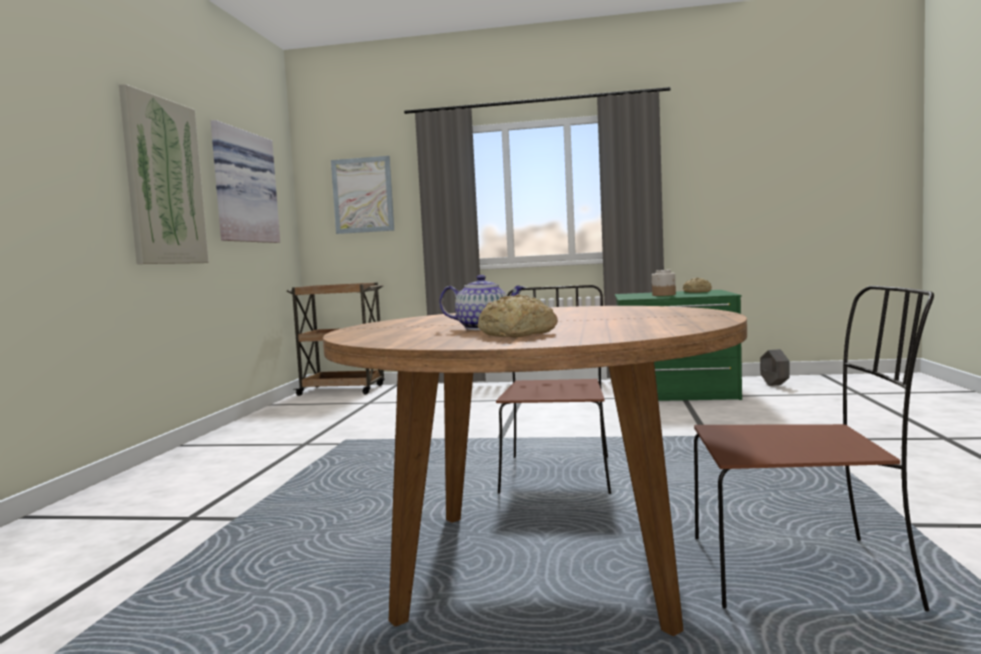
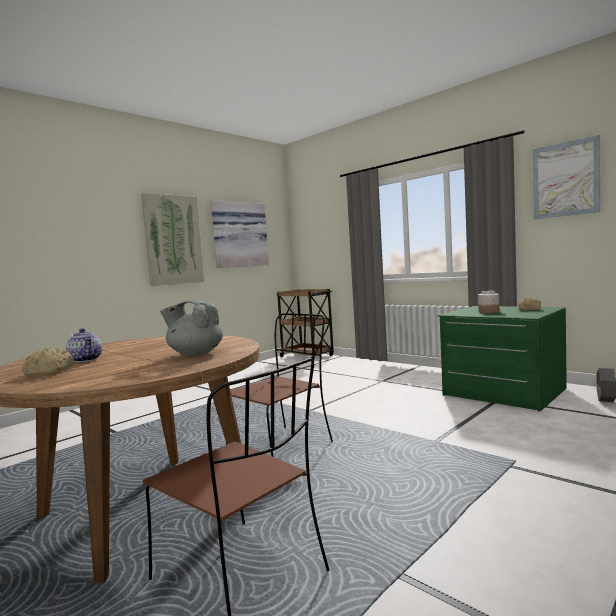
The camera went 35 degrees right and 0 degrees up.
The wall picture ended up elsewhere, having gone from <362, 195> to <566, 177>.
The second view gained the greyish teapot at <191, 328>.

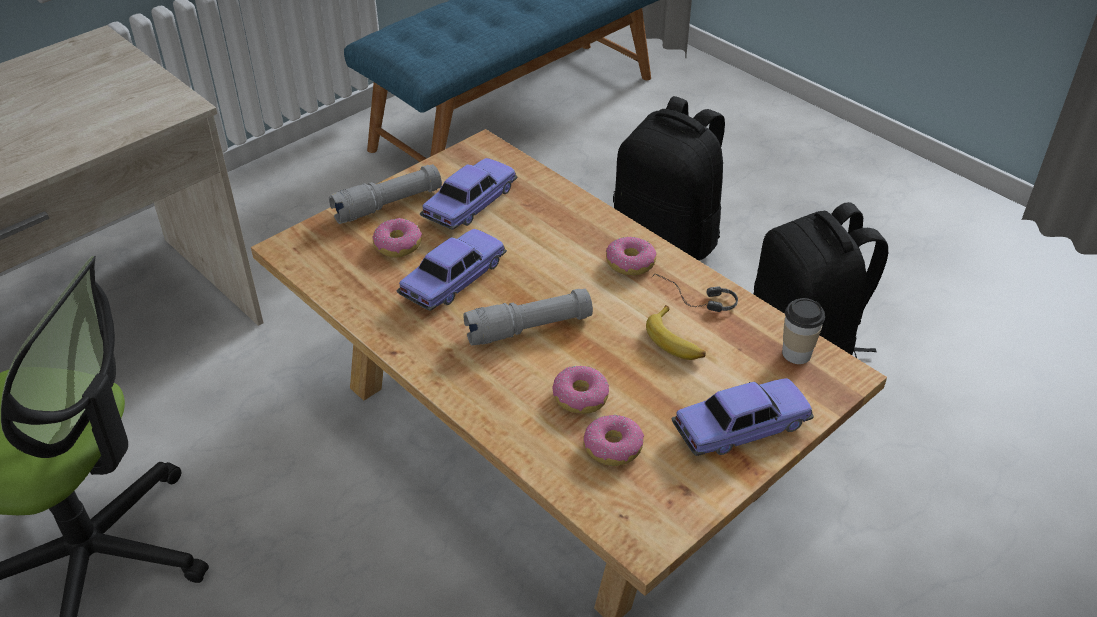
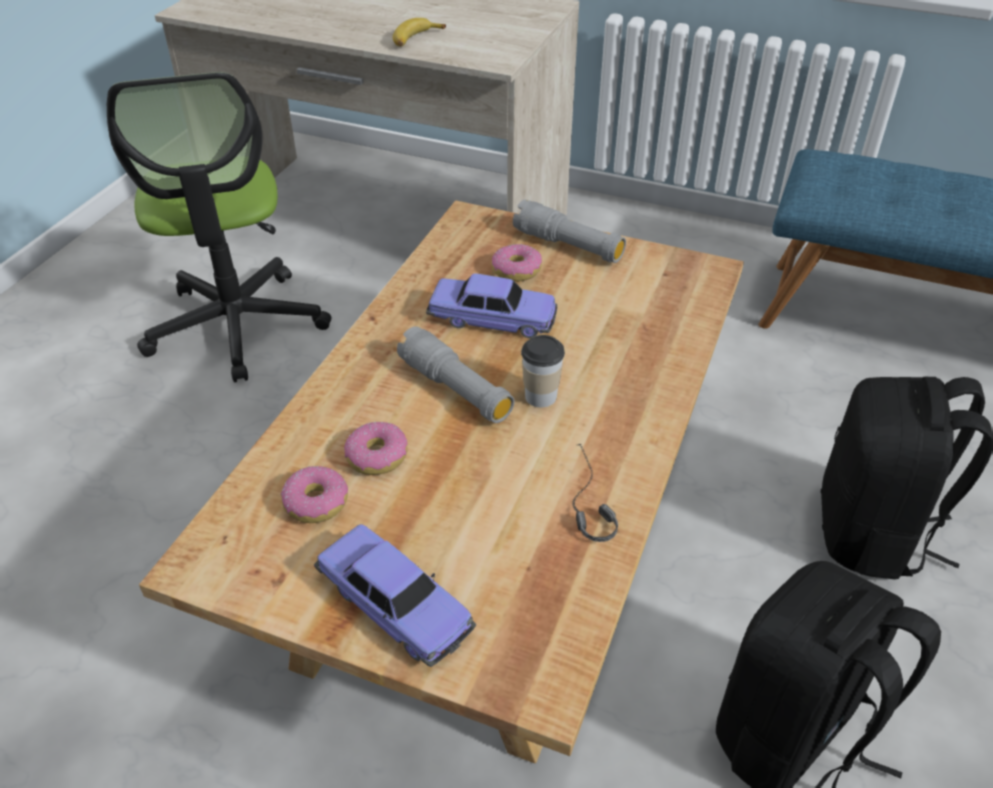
The camera went 65 degrees right and 0 degrees up.
The second view lost the miniature car at <469, 194>.
The second view lost the donut at <631, 256>.
The cup ended up elsewhere, having gone from <803, 331> to <543, 371>.
The banana ended up elsewhere, having gone from <676, 332> to <419, 32>.

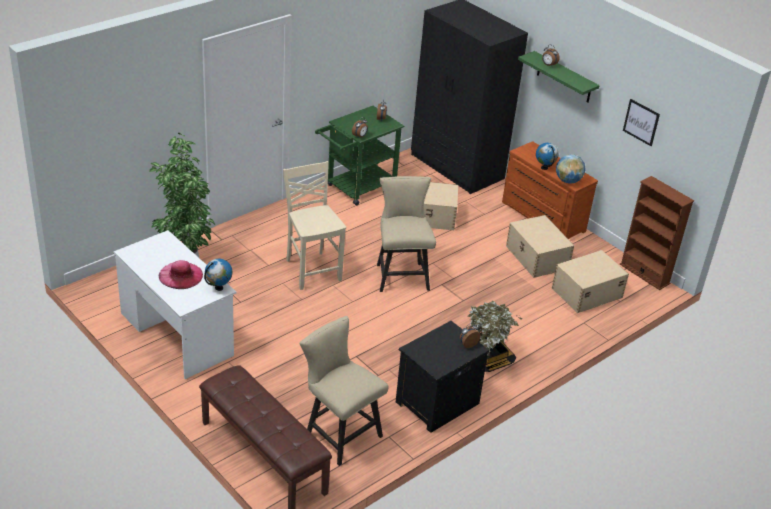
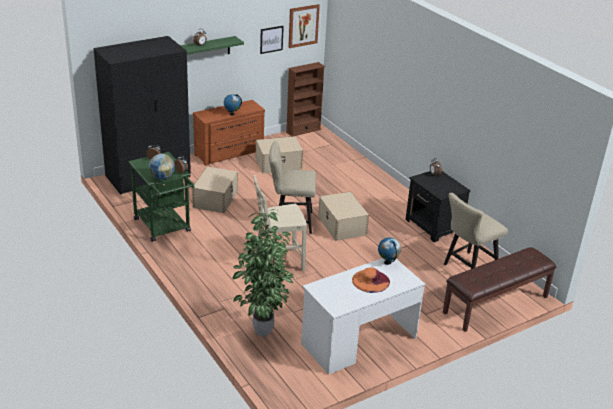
The camera went 80 degrees left and 5 degrees down.
The desk globe ended up elsewhere, having gone from <570, 169> to <162, 167>.
The beige storage box ended up elsewhere, having gone from <590, 281> to <343, 216>.
What was the pink clothing hat at <181, 274> turned into the orange-coloured clothing hat at <371, 280>.
The second view lost the plant in a pot at <494, 336>.
The second view gained the wall picture at <304, 26>.

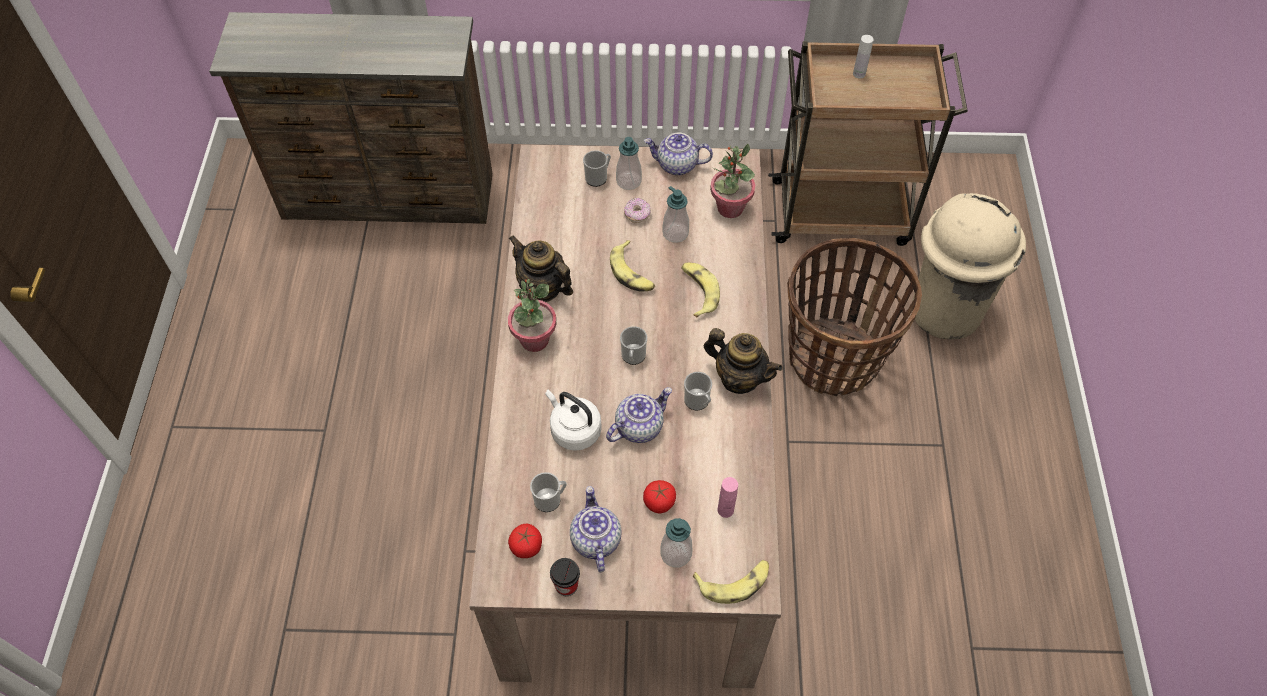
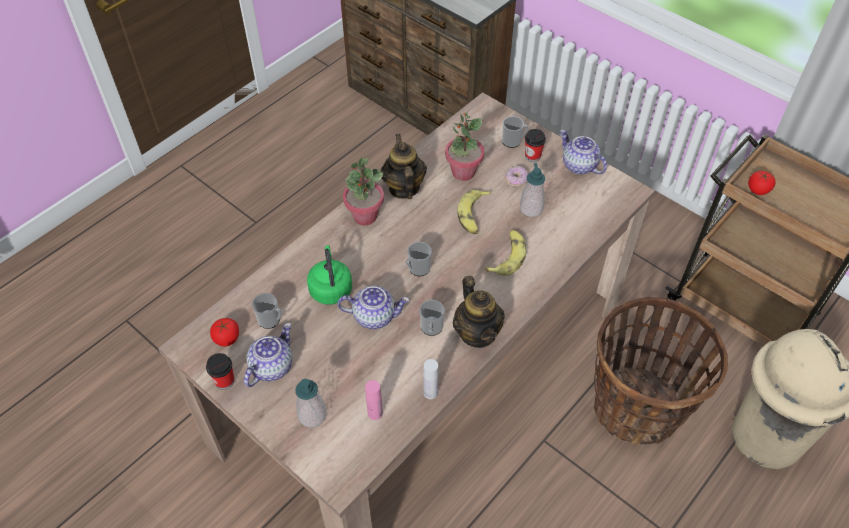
The camera went 40 degrees right and 5 degrees down.
The whitish beverage bottle ended up elsewhere, having gone from <863, 57> to <431, 379>.
Where the liquid soap bottle stood at <629, 163>, the cup came to stand at <535, 145>.
The plant in a pot ended up elsewhere, having gone from <732, 181> to <464, 146>.
What was the whitish kettle at <573, 420> turned into the greenish kettle at <329, 275>.
The fresh tomato ended up elsewhere, having gone from <659, 496> to <762, 183>.
The second view lost the banana at <731, 582>.

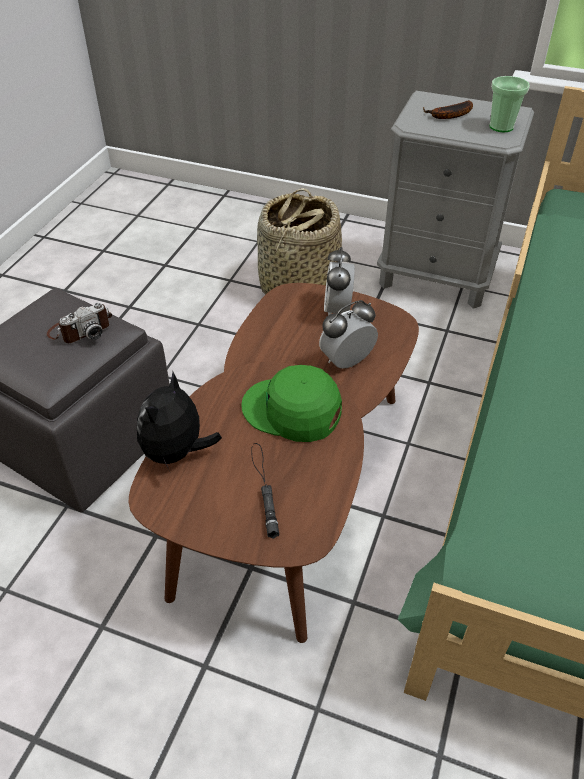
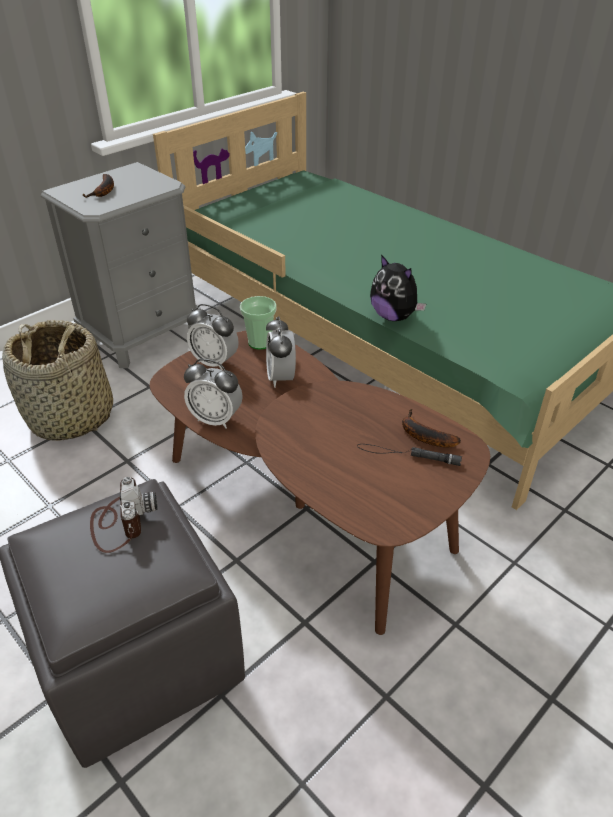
The camera went 65 degrees left and 5 degrees down.
The cup ended up elsewhere, having gone from <509, 104> to <258, 323>.
The second view lost the greenish cap at <291, 403>.
The plush toy ended up elsewhere, having gone from <179, 421> to <398, 288>.
The second view gained the table clock at <213, 393>.
The second view gained the banana at <431, 428>.

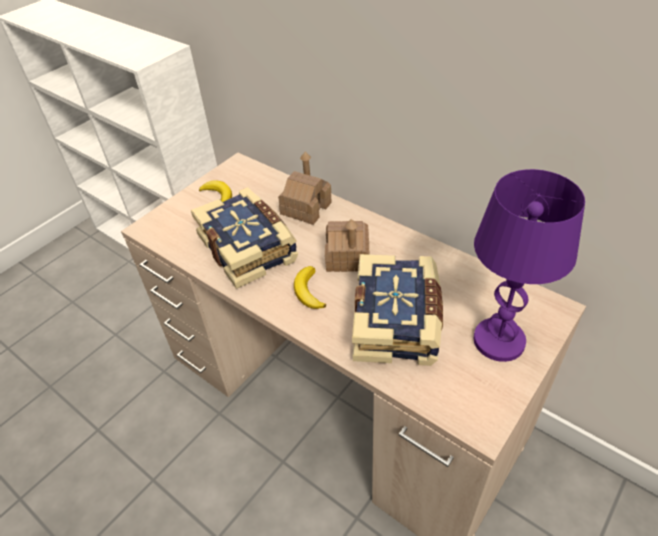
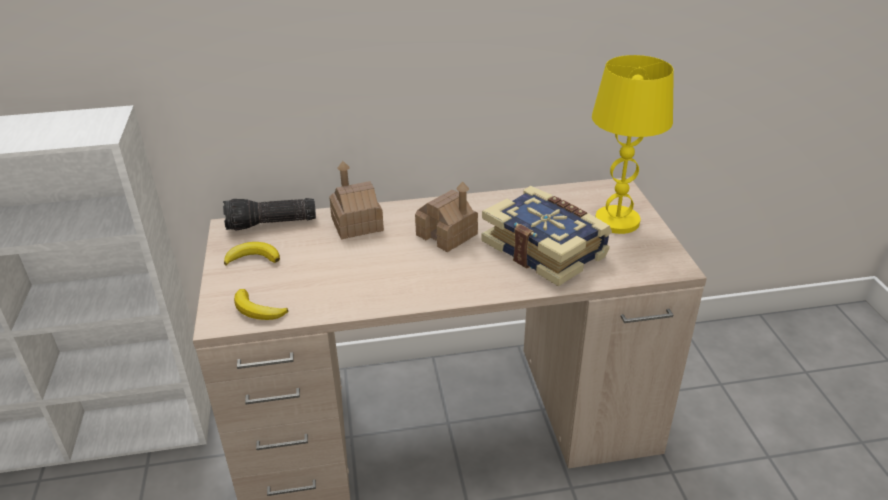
The camera went 50 degrees left and 10 degrees down.
What was the purple tabletop lamp at <529, 265> turned into the yellowish tabletop lamp at <633, 144>.
The second view lost the bound book at <244, 238>.
The banana ended up elsewhere, having gone from <310, 287> to <261, 304>.
The second view gained the flashlight at <269, 214>.

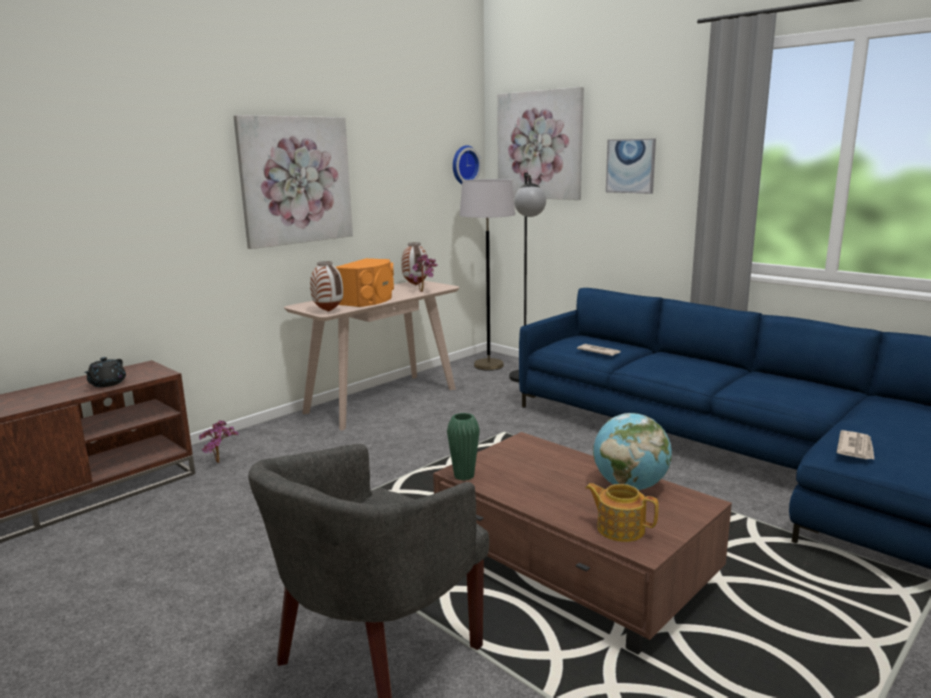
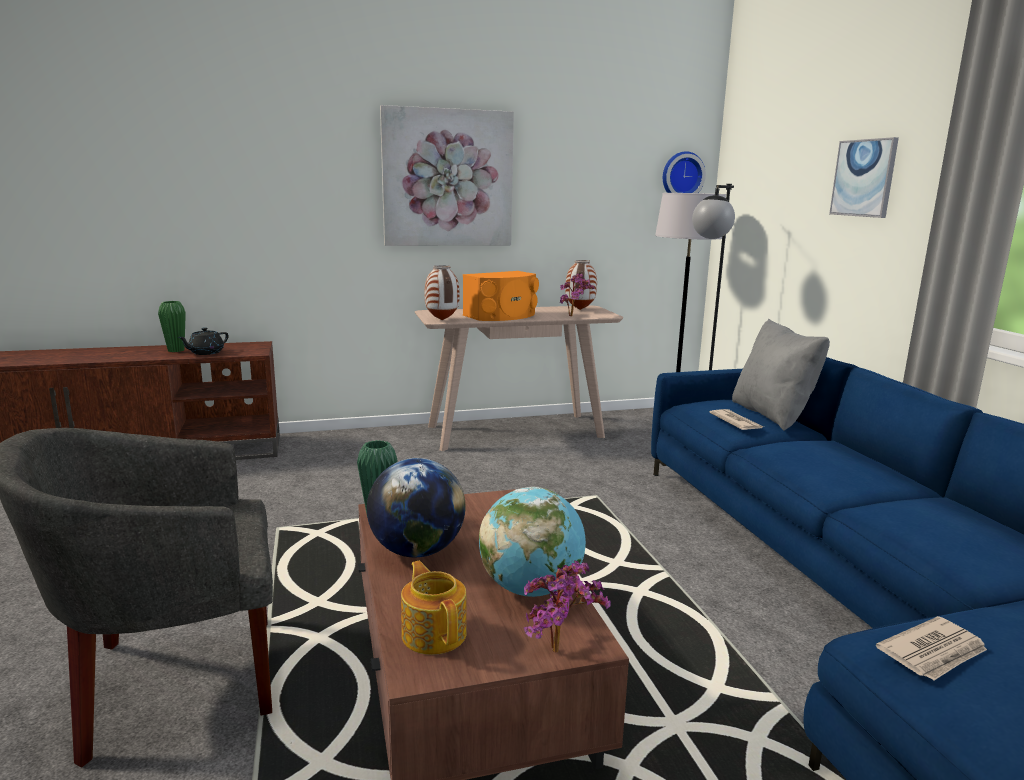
The camera went 30 degrees right and 0 degrees up.
The second view lost the wall picture at <540, 143>.
The plant in a pot ended up elsewhere, having gone from <219, 441> to <567, 607>.
The second view gained the greenish decorative vase at <172, 326>.
The second view gained the greyish cushion at <781, 375>.
The second view gained the desk globe at <416, 508>.

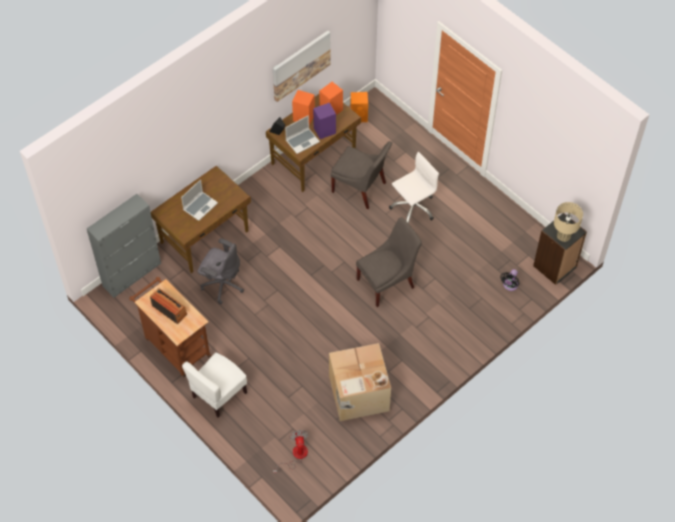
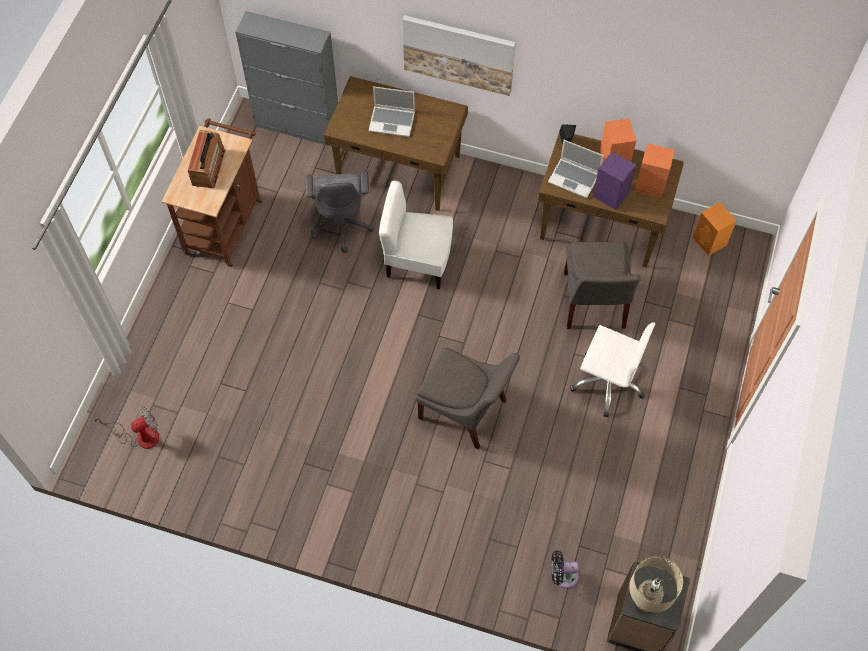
The camera went 60 degrees right and 5 degrees up.
The wall picture ended up elsewhere, having gone from <302, 66> to <459, 55>.
The second view lost the carton at <360, 382>.
The whitish plain chair ended up elsewhere, having gone from <214, 385> to <416, 235>.

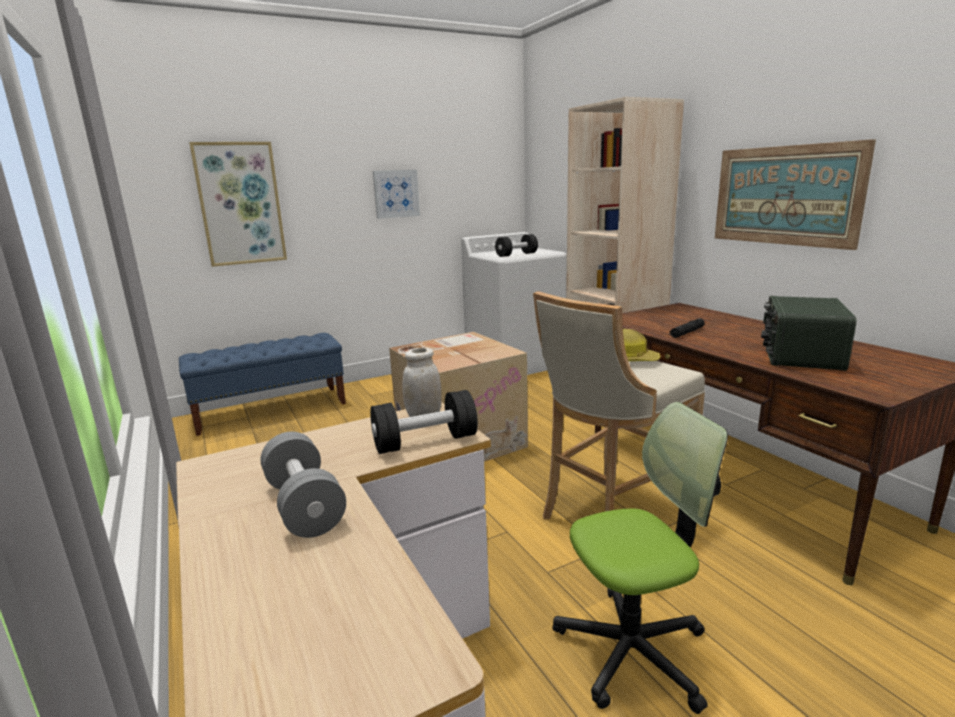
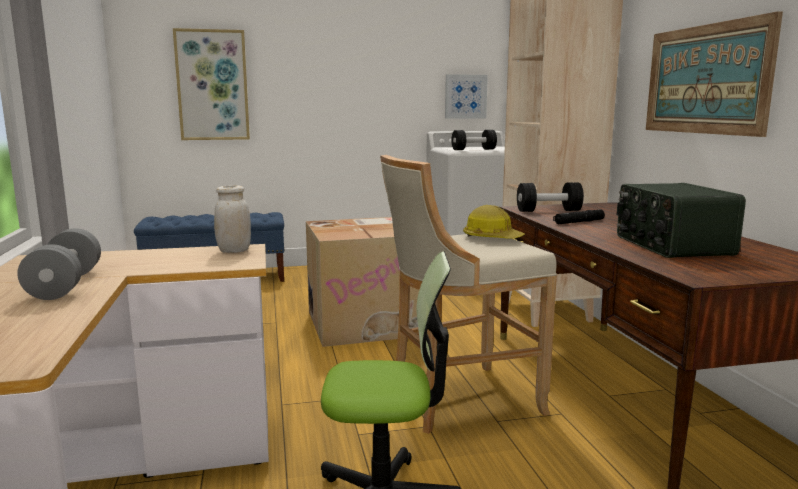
The camera went 15 degrees right and 5 degrees down.
The wall picture ended up elsewhere, having gone from <396, 194> to <466, 96>.
The radio receiver at <809, 333> ended up facing another way, 45 degrees counterclockwise from before.
The blackish hand weight ended up elsewhere, having gone from <424, 422> to <550, 197>.

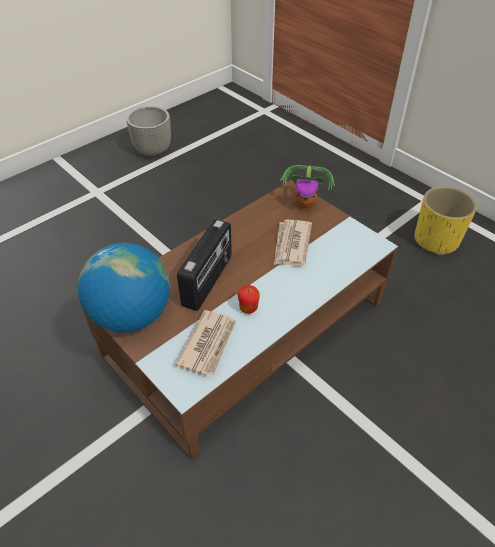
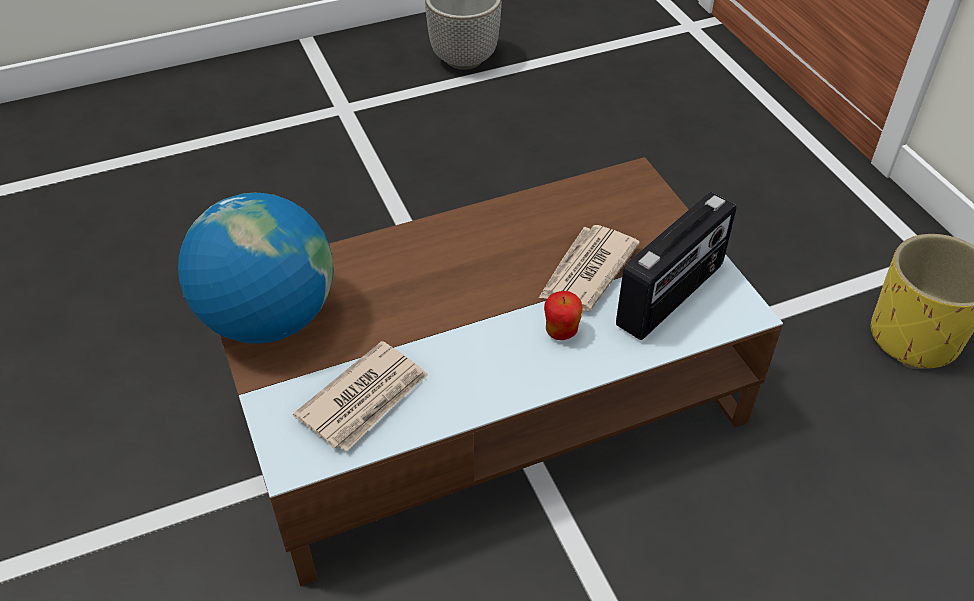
The camera went 20 degrees right and 0 degrees up.
The second view lost the plant in a pot at <307, 187>.
The radio receiver ended up elsewhere, having gone from <204, 265> to <676, 266>.
The whole apple ended up elsewhere, having gone from <248, 299> to <563, 315>.

